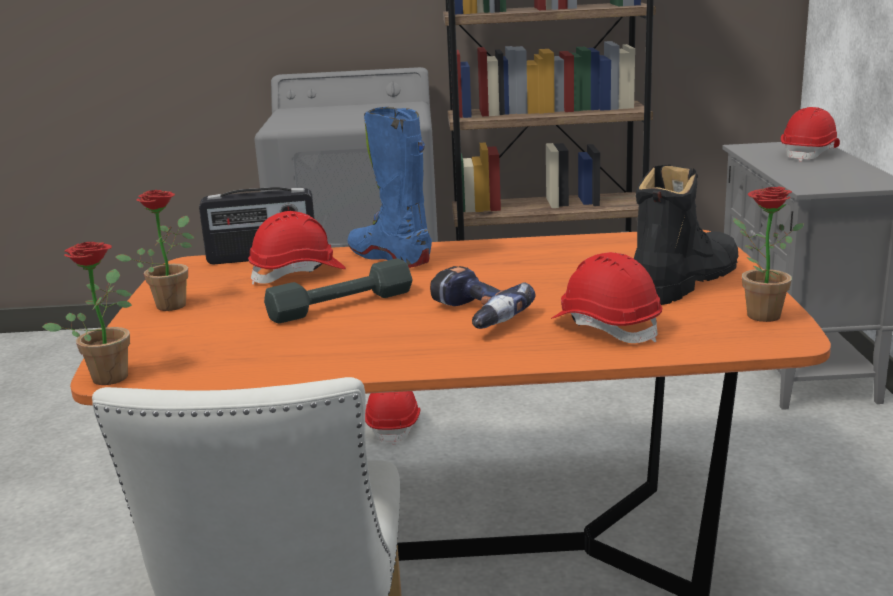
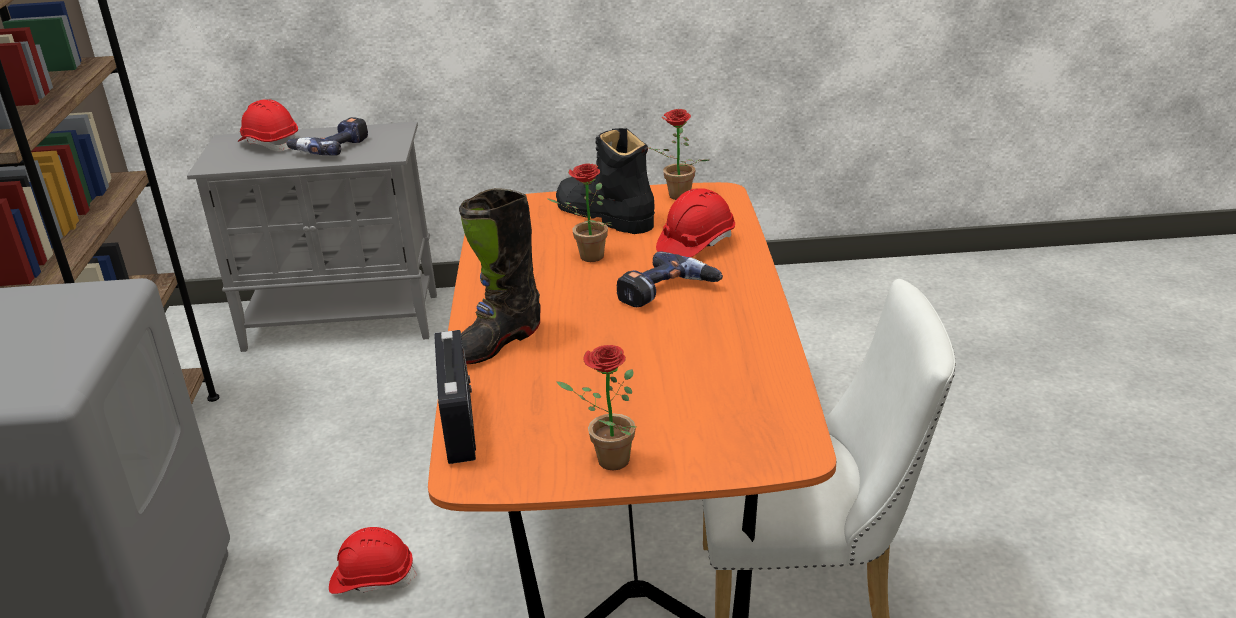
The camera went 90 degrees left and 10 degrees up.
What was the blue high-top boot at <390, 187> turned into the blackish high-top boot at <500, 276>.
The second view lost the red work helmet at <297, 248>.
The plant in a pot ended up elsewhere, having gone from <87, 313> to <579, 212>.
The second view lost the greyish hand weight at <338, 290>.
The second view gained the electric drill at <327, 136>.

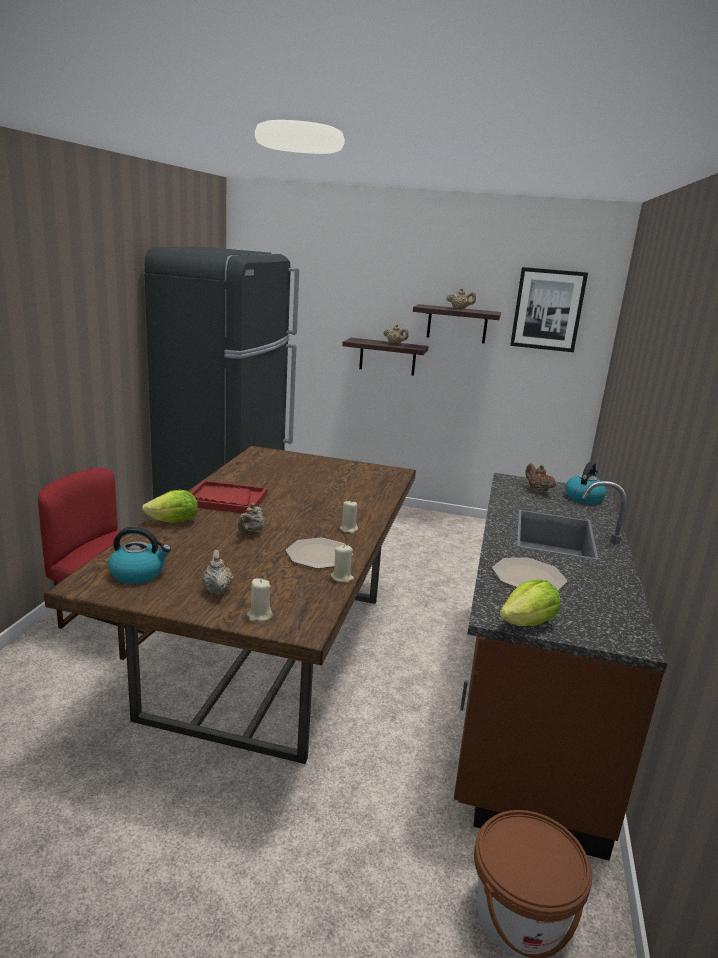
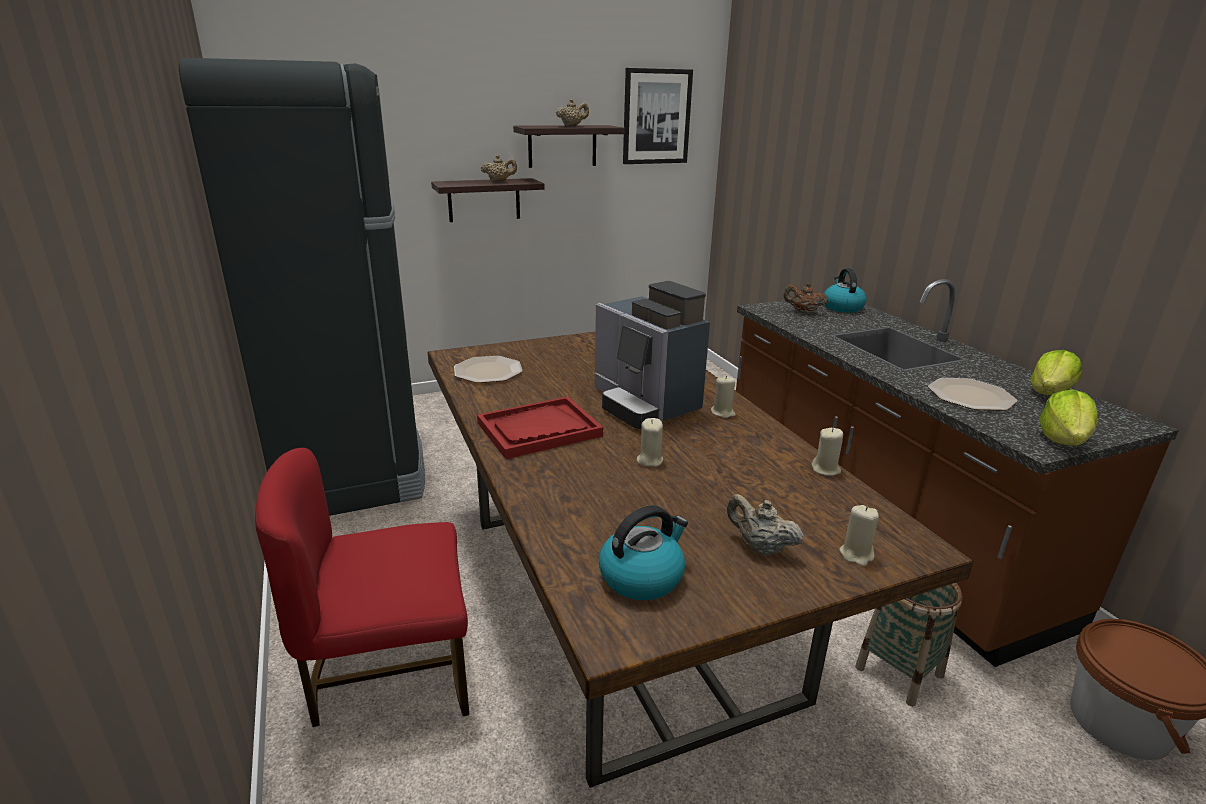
The camera went 35 degrees left and 5 degrees up.
The head of lettuce ended up elsewhere, having gone from <170, 506> to <1056, 372>.
Where the beige teapot stood at <251, 519>, the beige wax candle came to stand at <650, 442>.
The flat dish ended up elsewhere, having gone from <319, 553> to <488, 369>.
The second view gained the coffee brewer at <652, 355>.
The second view gained the household basket at <908, 645>.

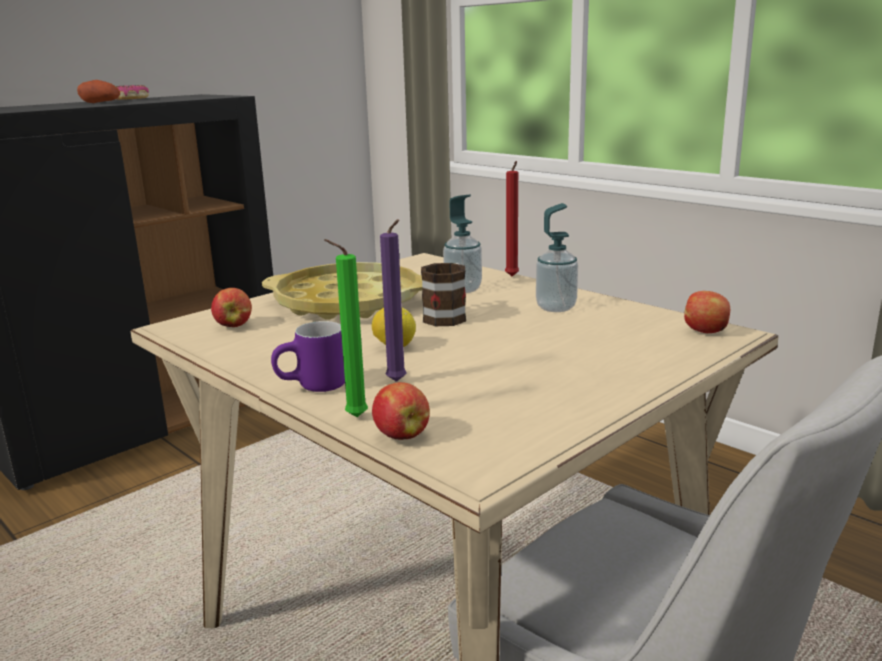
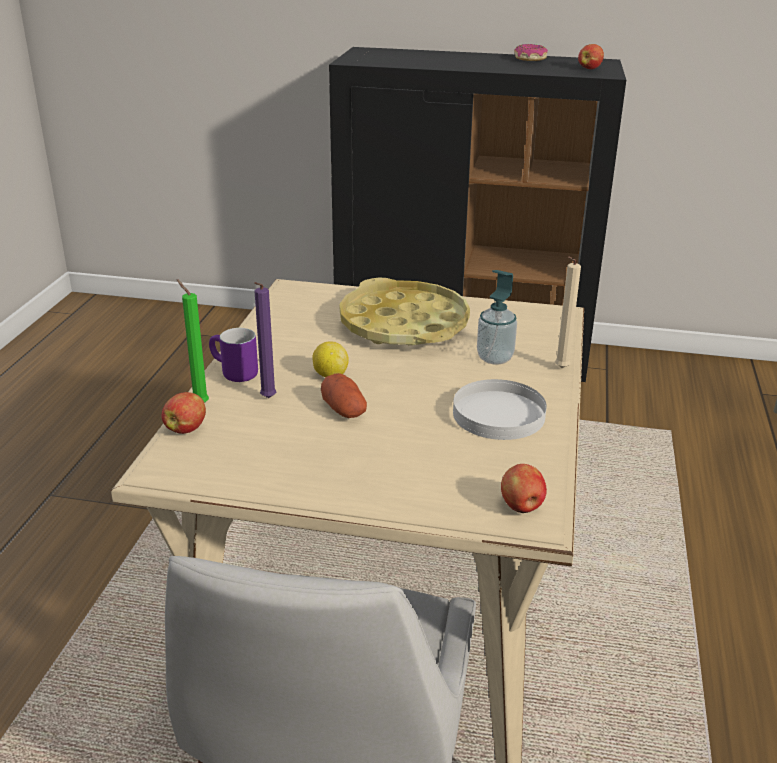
The camera went 55 degrees right and 10 degrees up.
The spud ended up elsewhere, having gone from <98, 91> to <344, 395>.
What was the red wax candle at <512, 218> turned into the beige wax candle at <568, 312>.
Where the liquid soap bottle stood at <557, 257>, the whitish flat dish came to stand at <500, 409>.
The second view lost the tea mug at <443, 294>.
The whole apple ended up elsewhere, having gone from <231, 307> to <591, 56>.

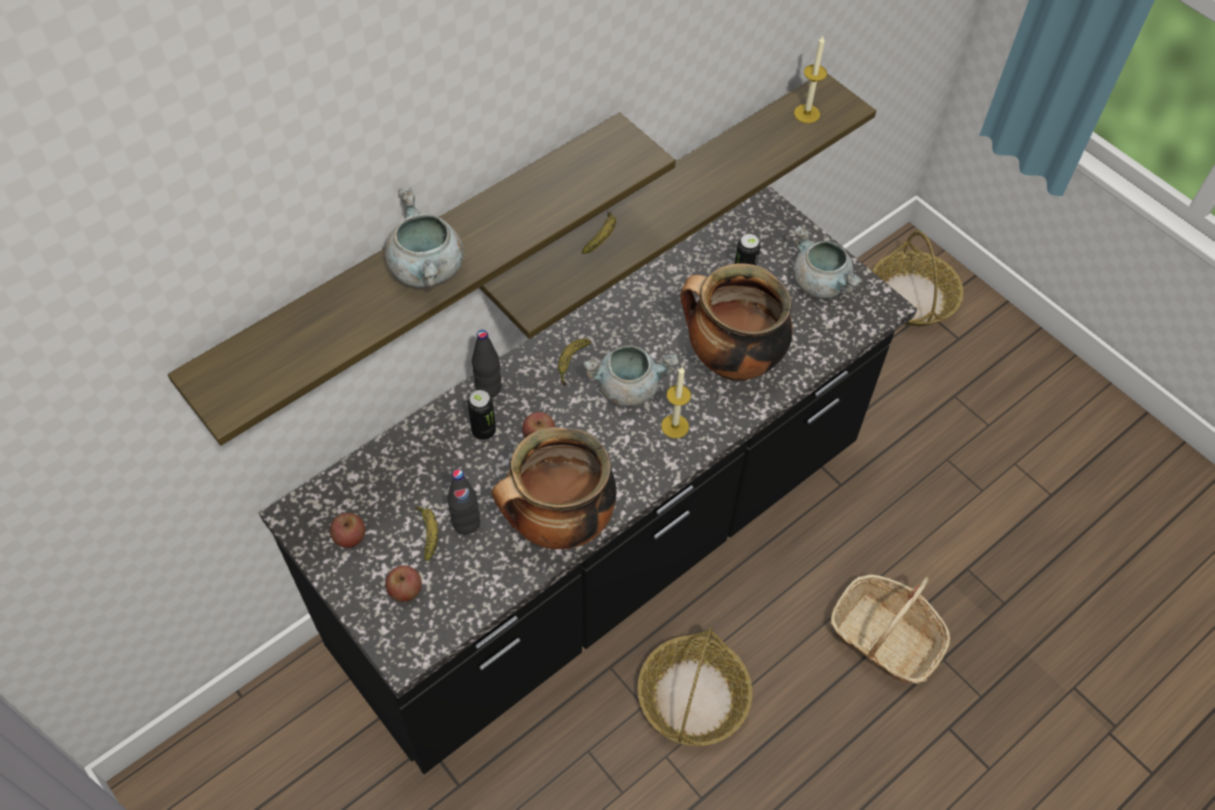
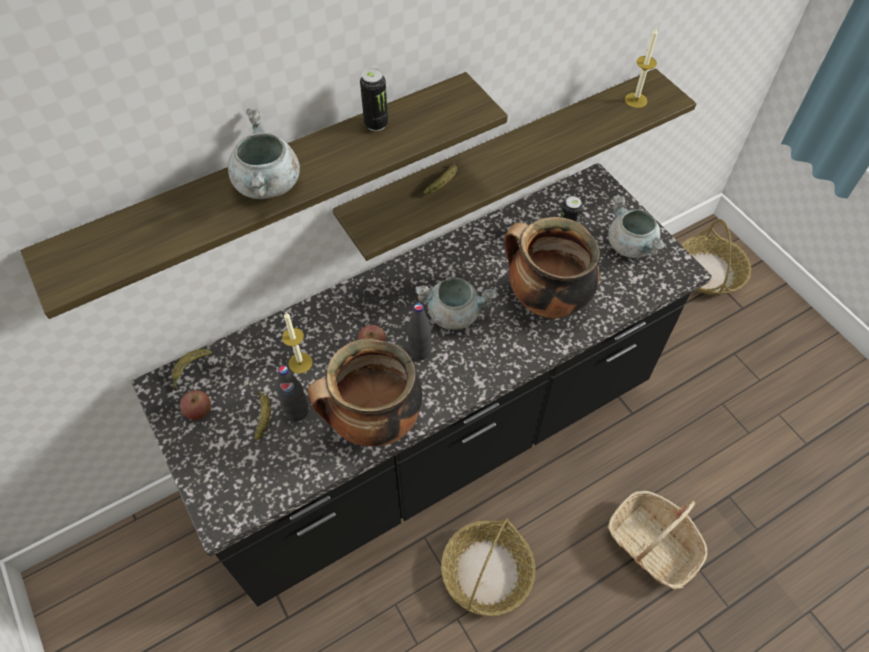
The camera went 10 degrees right and 0 degrees up.
The blackish beverage bottle ended up elsewhere, having gone from <487, 363> to <419, 331>.
The banana ended up elsewhere, having gone from <575, 362> to <192, 370>.
The wax candle ended up elsewhere, having gone from <676, 402> to <297, 343>.
The sealed can ended up elsewhere, having gone from <482, 415> to <374, 99>.
The second view lost the whole apple at <403, 584>.

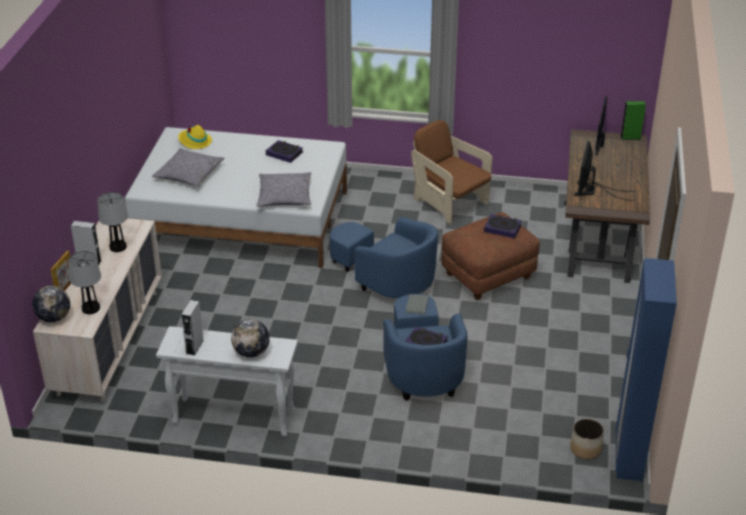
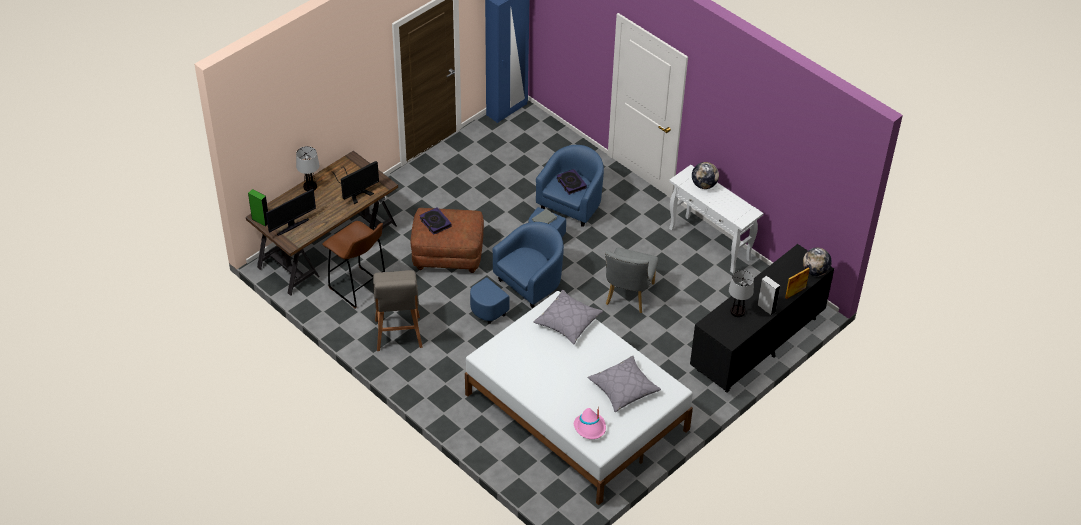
The camera went 145 degrees left and 10 degrees up.
Where the brownish armchair stood at <452, 172>, the greyish stool seat came to stand at <398, 310>.
What was the yellowish clothing hat at <195, 137> turned into the pink clothing hat at <590, 423>.
The second view lost the bound book at <284, 151>.
The blue armchair at <384, 257> ended up facing another way, 60 degrees clockwise from before.
What was the beige chest of drawers at <97, 309> turned into the blackish chest of drawers at <762, 318>.
The tabletop lamp ended up elsewhere, having gone from <84, 282> to <307, 168>.
The second view lost the greyish audio speaker at <192, 328>.
The second view lost the plant pot at <587, 438>.
The second view gained the brownish stool seat at <353, 264>.
The second view gained the greyish plain chair at <631, 280>.

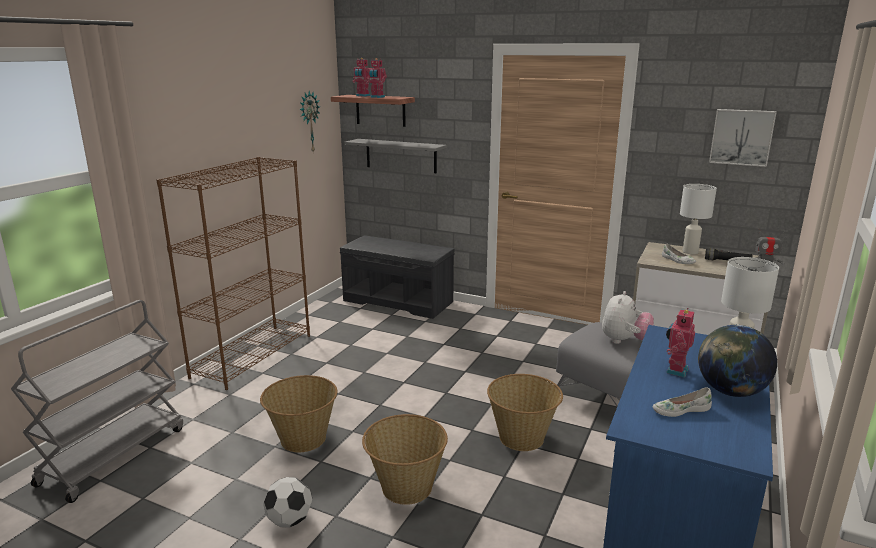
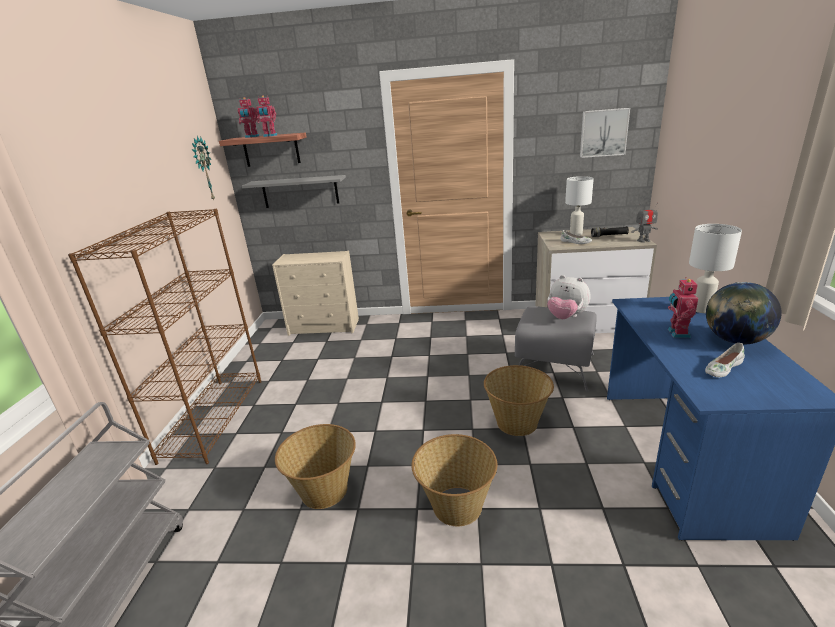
The camera went 20 degrees left and 5 degrees up.
Where the greyish long seat stood at <397, 277>, the beige chest of drawers came to stand at <315, 293>.
The plush toy at <628, 317> ended up facing another way, 120 degrees clockwise from before.
The second view lost the ball for football at <287, 502>.

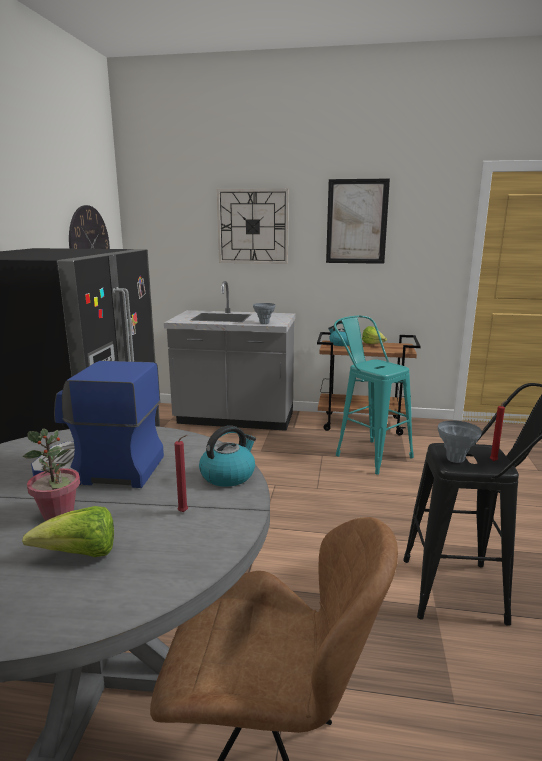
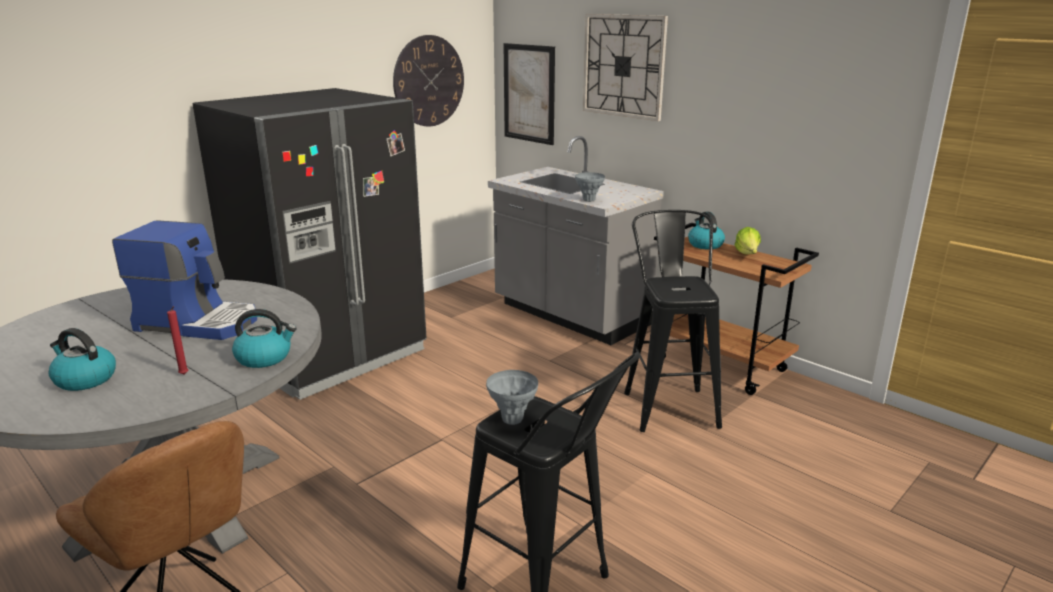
The camera went 35 degrees right and 5 degrees up.
The wall picture ended up elsewhere, having gone from <358, 221> to <529, 94>.
What was the turquoise stool seat at <374, 395> turned into the blackish stool seat at <673, 321>.
The coffee brewer at <97, 424> ended up facing another way, 150 degrees clockwise from before.
The second view lost the red wax candle at <498, 430>.
The second view lost the plant in a pot at <51, 474>.
Where the head of lettuce stood at <68, 531>, the kettle came to stand at <82, 359>.

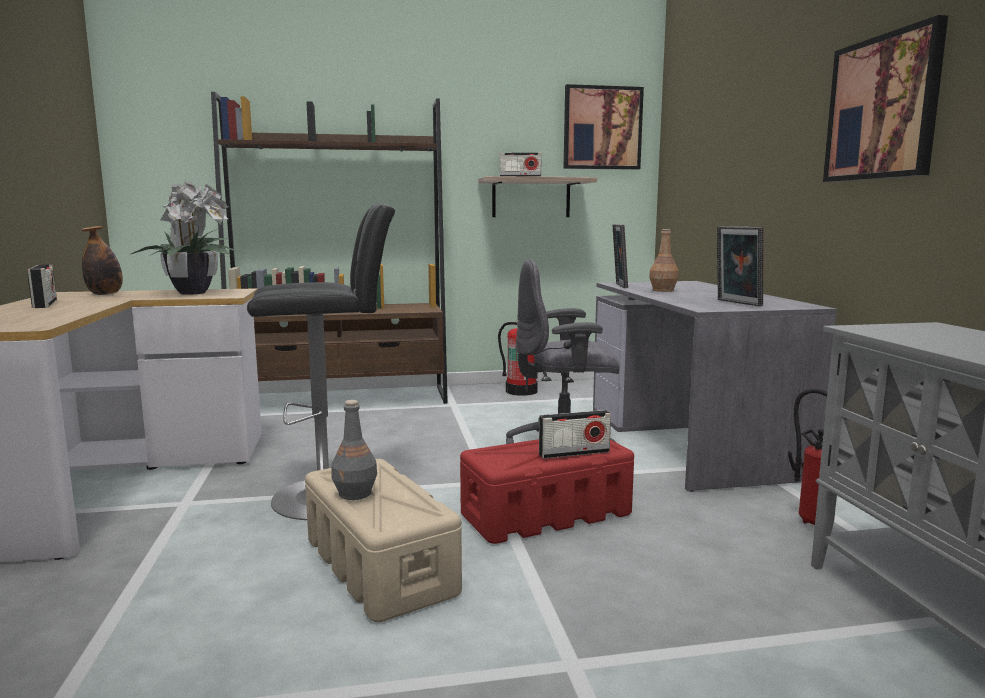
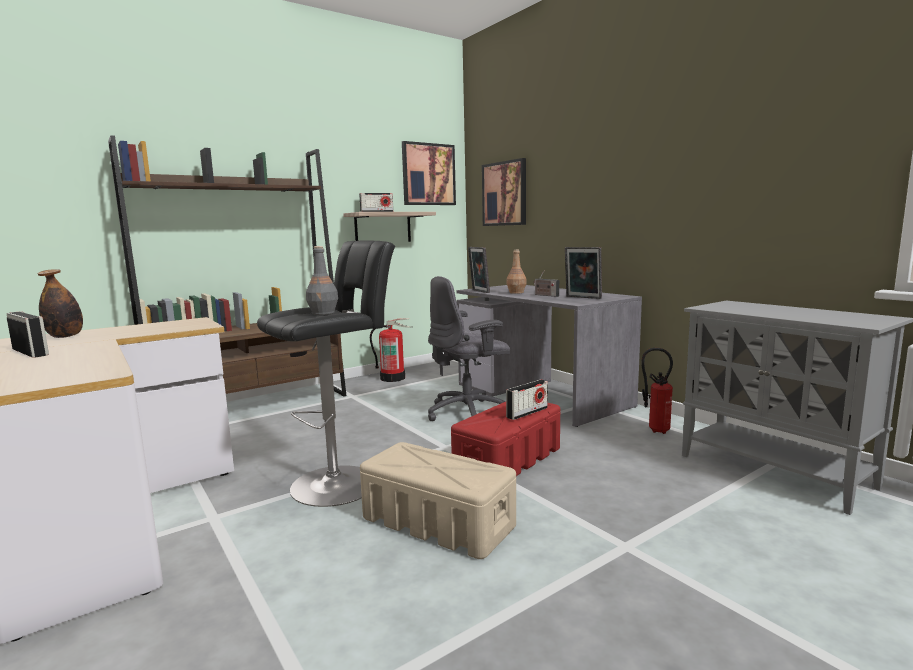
The camera went 25 degrees left and 0 degrees up.
The wall picture ended up elsewhere, having gone from <885, 98> to <504, 192>.
The second view lost the plant in a pot at <183, 237>.
The greyish beverage bottle ended up elsewhere, having gone from <354, 450> to <322, 280>.
The second view gained the radio receiver at <546, 284>.

